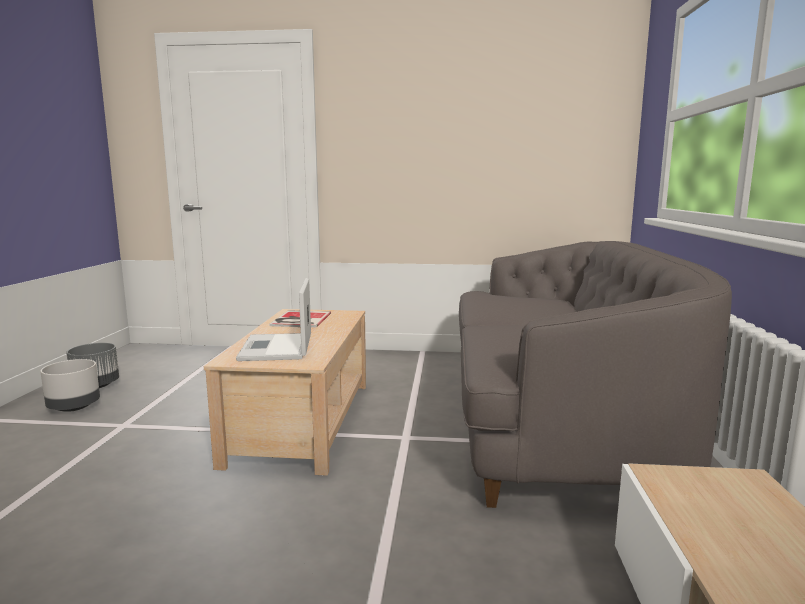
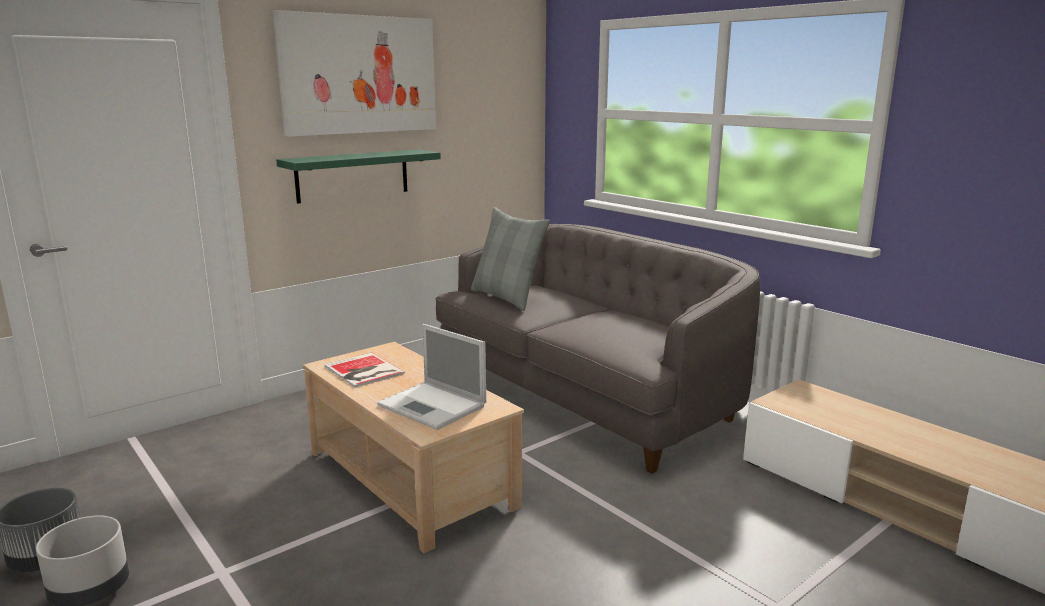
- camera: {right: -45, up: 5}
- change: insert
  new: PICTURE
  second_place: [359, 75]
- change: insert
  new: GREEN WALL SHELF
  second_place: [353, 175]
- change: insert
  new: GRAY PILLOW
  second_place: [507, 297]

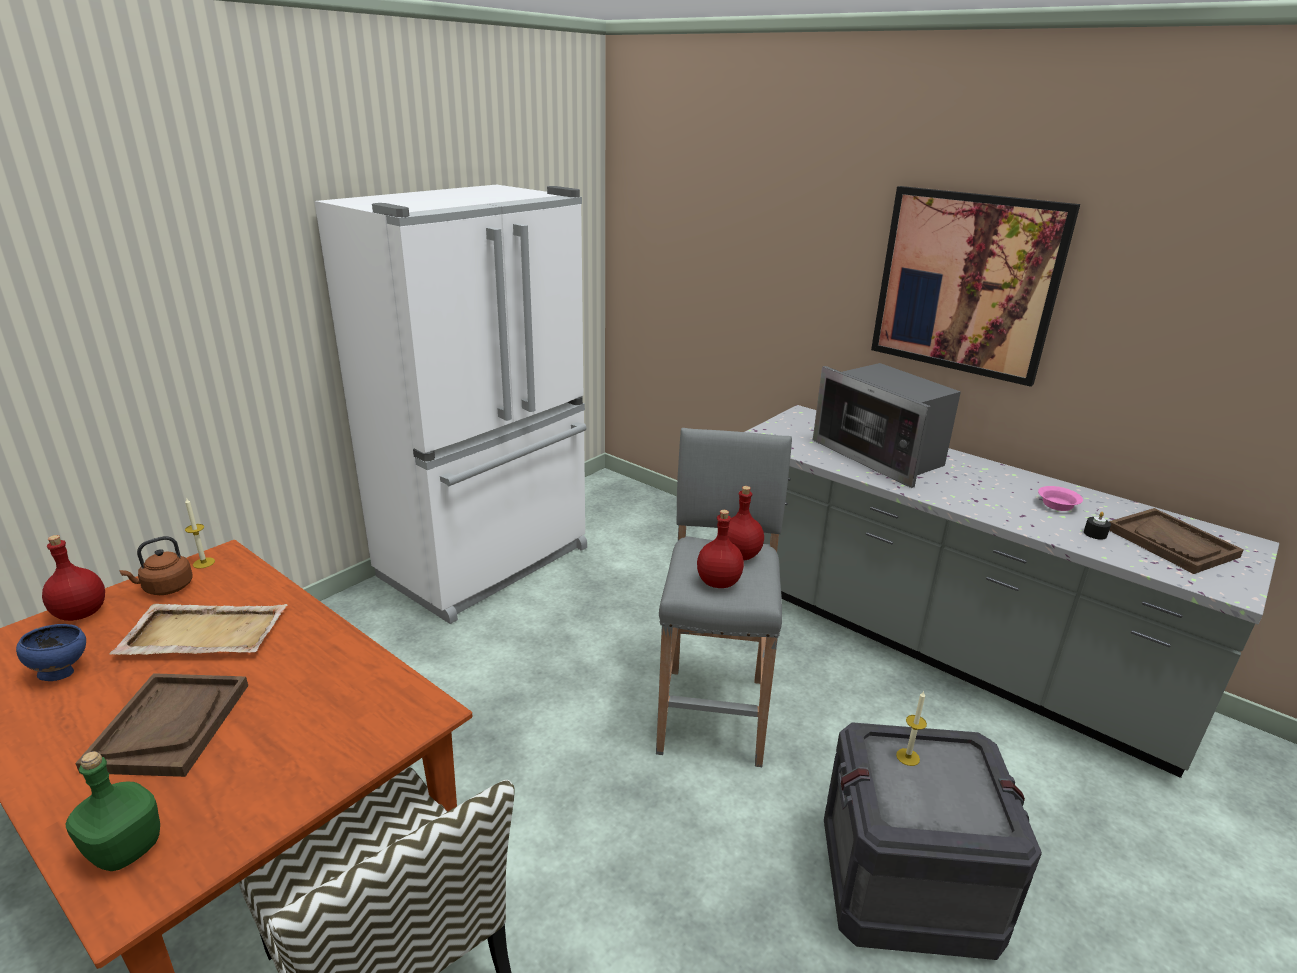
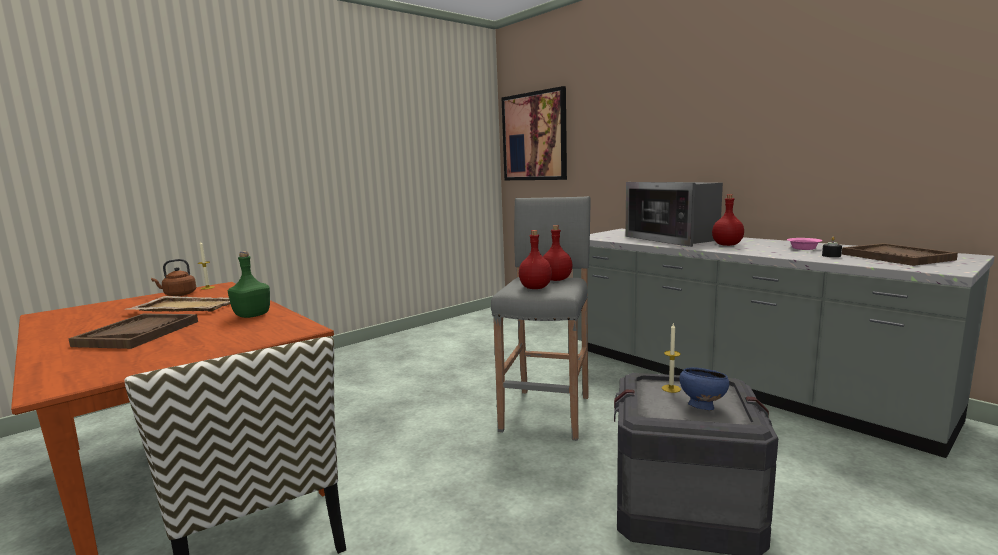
- camera: {right: 10, up: -15}
- change: move
  old: GREEN BOTTLE
  first_place: [127, 850]
  second_place: [252, 315]
- change: move
  old: PICTURE
  first_place: [966, 284]
  second_place: [534, 136]
- change: move
  old: BLUE-COLOURED SERVING BOWL
  first_place: [61, 673]
  second_place: [701, 407]
- change: move
  old: RED BOTTLE
  first_place: [81, 613]
  second_place: [726, 245]
- change: delete
  old: WHITE-COLOURED REFRIGERATOR
  first_place: [488, 563]

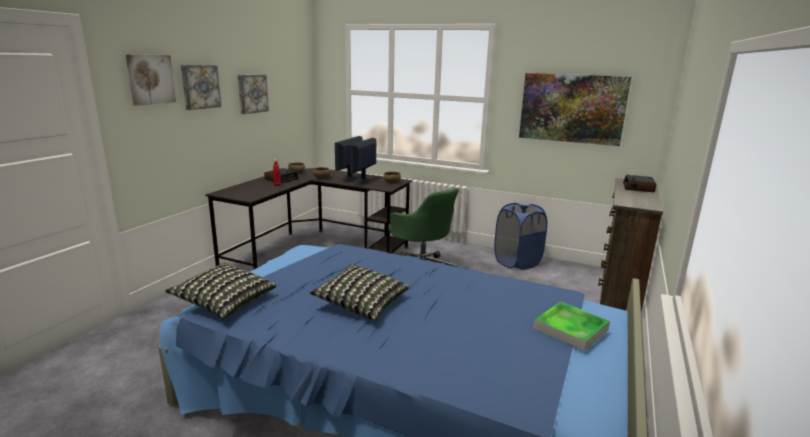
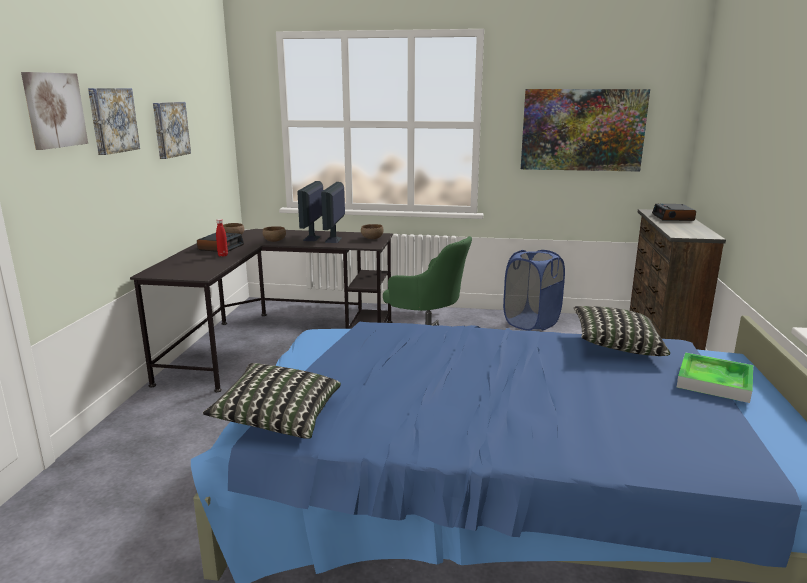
- camera: {right: -15, up: 0}
- change: move
  old: PILLOW
  first_place: [361, 304]
  second_place: [616, 346]

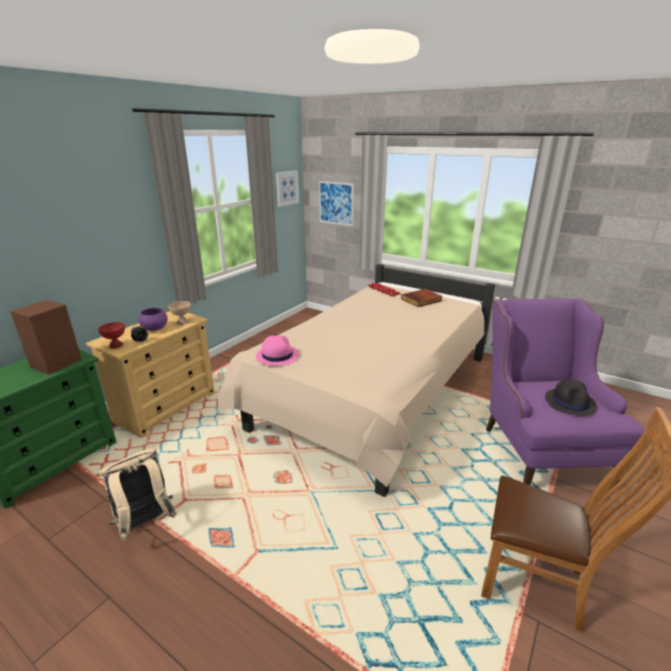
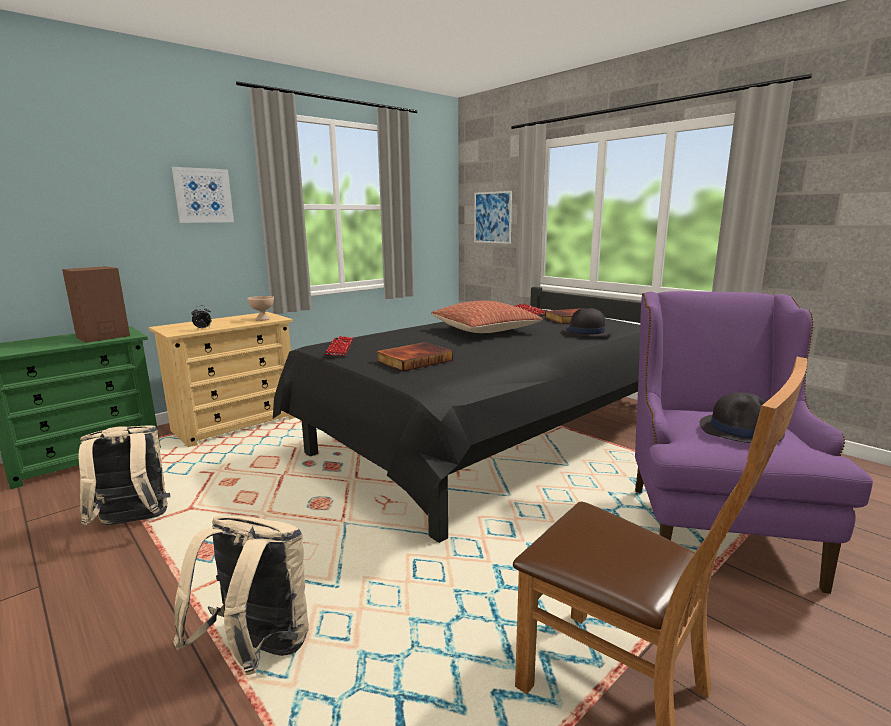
- camera: {right: 15, up: -10}
- change: move
  old: PICTURE
  first_place: [287, 188]
  second_place: [203, 195]
- change: insert
  new: SAND-COLOURED KNAPSACK
  second_place: [257, 650]
- change: recolor
  old: SAND-COLOURED BED
  new: BLACK BED
  first_place: [373, 395]
  second_place: [491, 438]
- change: replace
  old: PINK CLOTHING HAT
  new: KEYBOARD
  first_place: [277, 355]
  second_place: [340, 347]
- change: insert
  new: VOLUME
  second_place: [414, 360]
- change: insert
  new: PILLOW
  second_place: [485, 330]
- change: insert
  new: BLACK CLOTHING HAT
  second_place: [586, 332]
- change: delete
  old: RED SERVING BOWL
  first_place: [115, 345]
- change: delete
  old: PURPLE SERVING BOWL
  first_place: [154, 329]

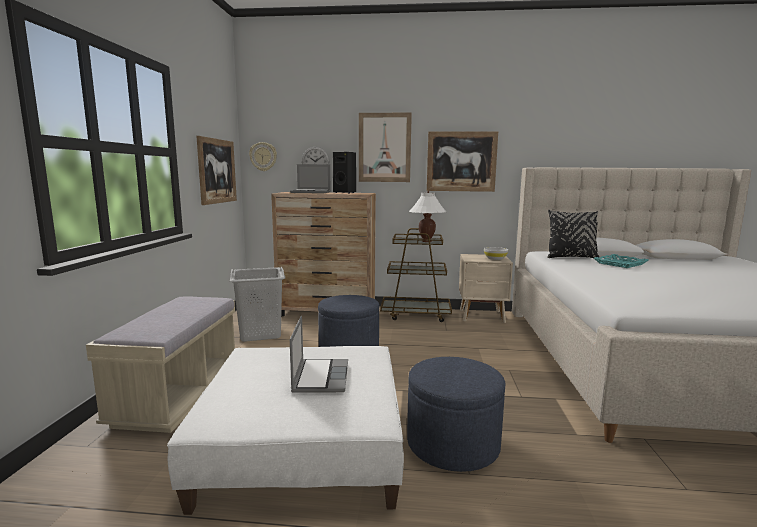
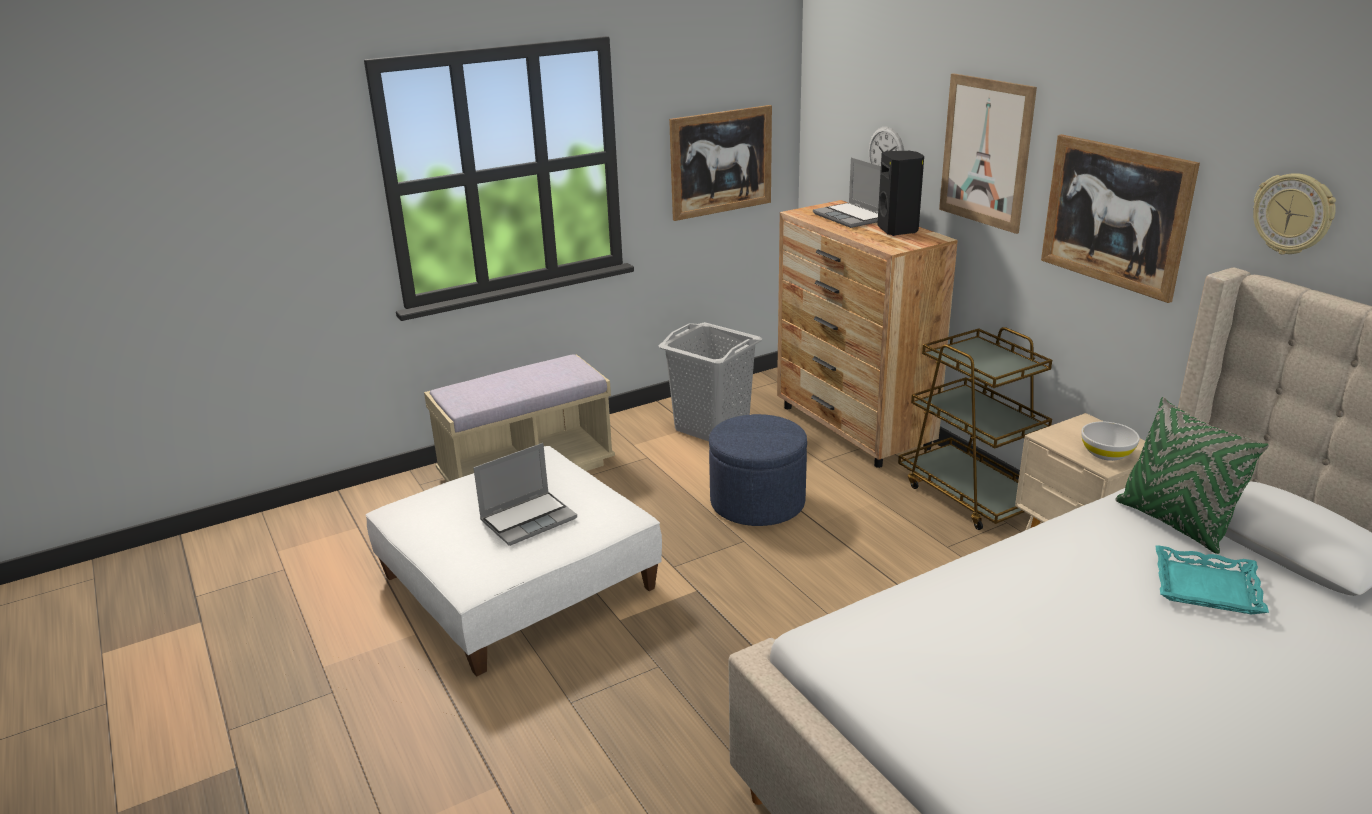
- camera: {right: 55, up: 15}
- change: recolor
  old: BLACK PILLOW
  new: GREEN PILLOW
  first_place: [571, 257]
  second_place: [1174, 523]
- change: move
  old: HANGING CLOCK
  first_place: [263, 156]
  second_place: [1293, 214]
- change: delete
  old: BLUE-COLOURED OTTOMAN
  first_place: [452, 443]
- change: delete
  old: WHITE-COLOURED LAMP FOR A TABLE
  first_place: [426, 241]

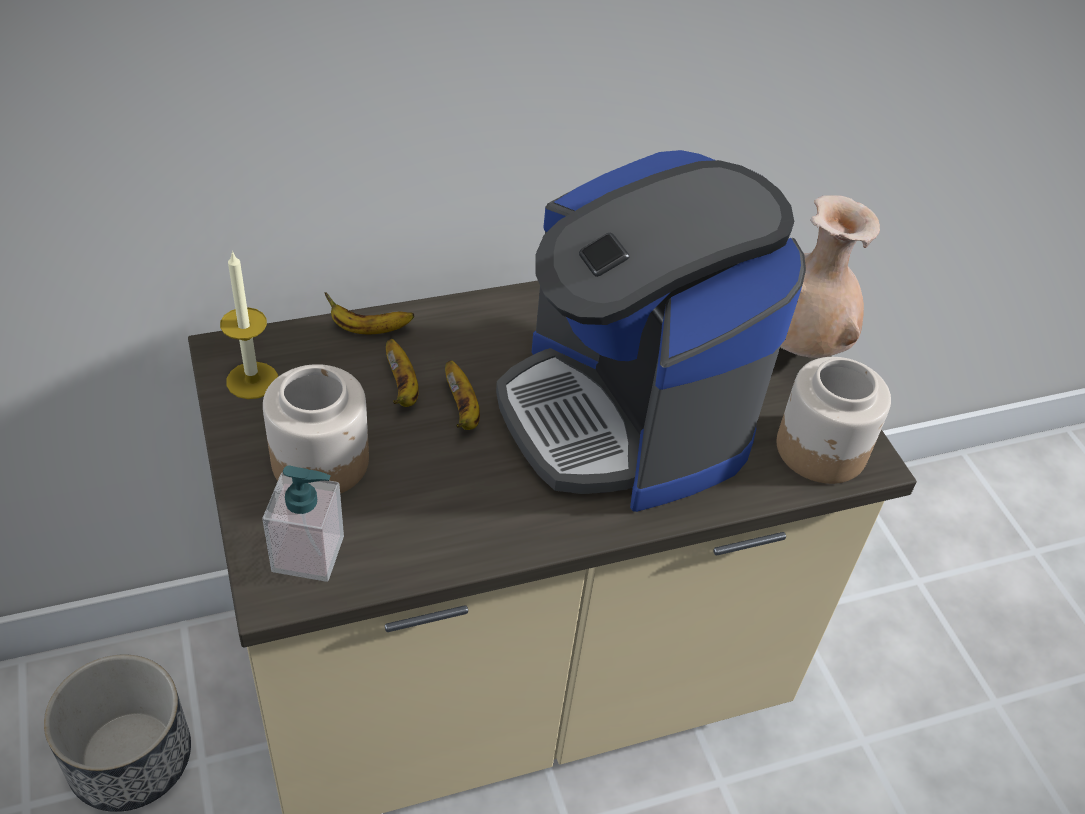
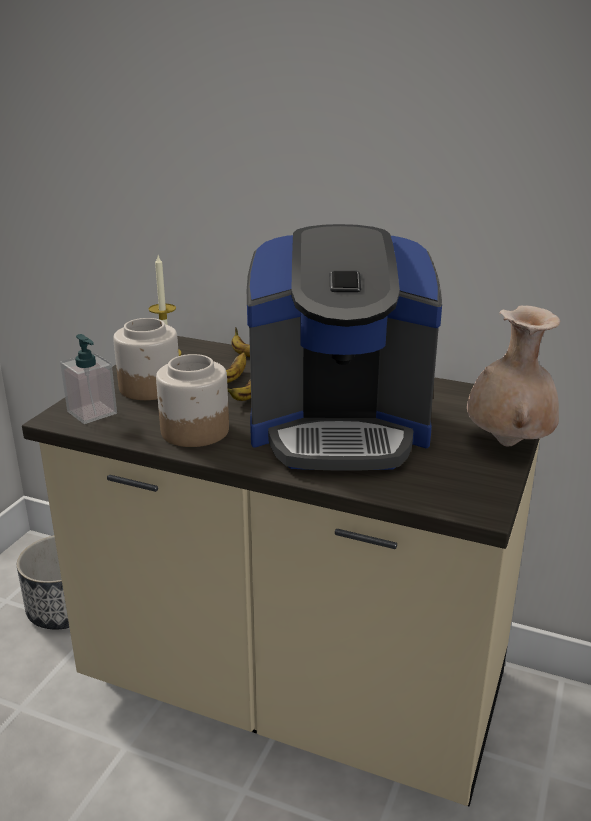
- camera: {right: 45, up: -20}
- change: move
  old: JAR
  first_place: [821, 450]
  second_place: [194, 431]
- change: rotate
  old: COFFEE BREWER
  first_place: [627, 415]
  second_place: [339, 429]
  degrees: -105

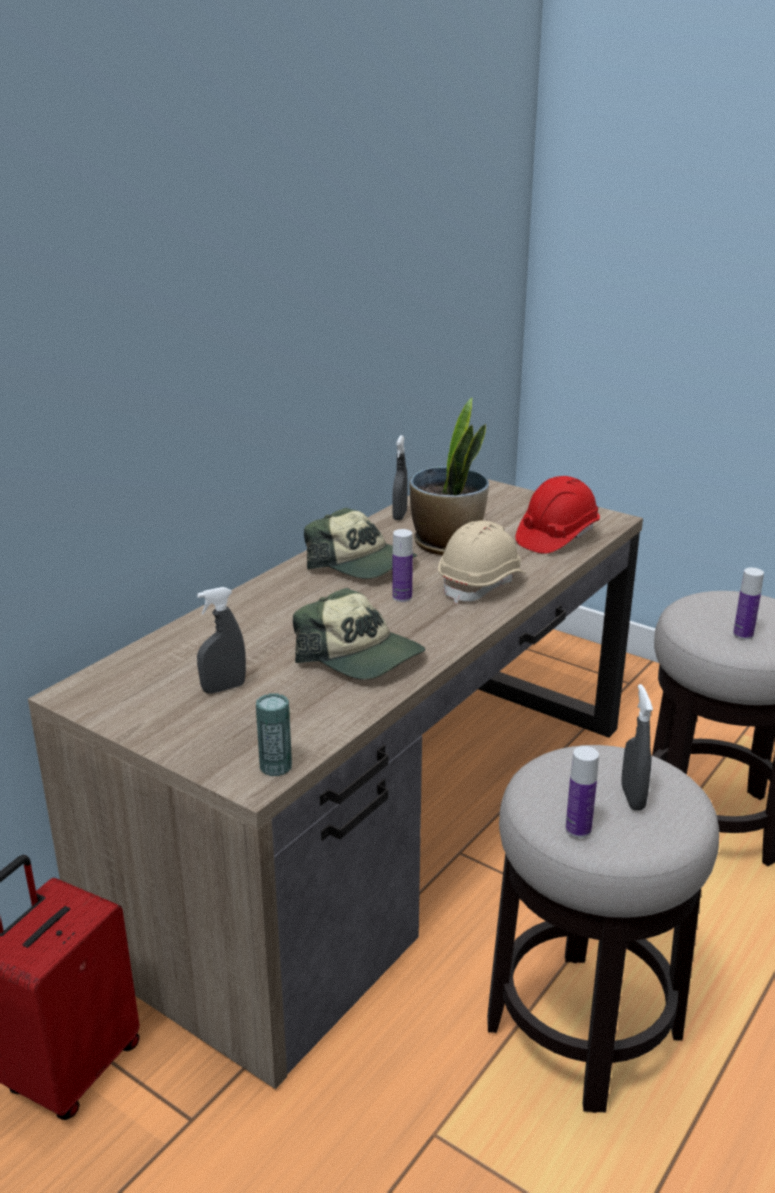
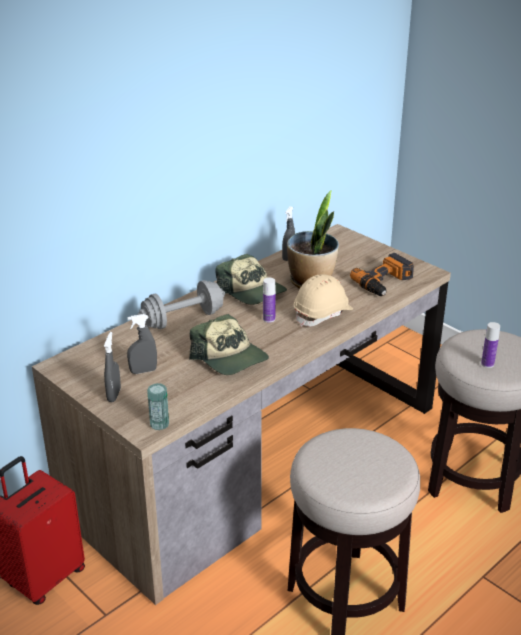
- camera: {right: 10, up: 5}
- change: move
  old: GRAY SPRAY BOTTLE
  first_place: [632, 798]
  second_place: [114, 395]
- change: insert
  new: GRAY DUMBBELL
  second_place: [183, 319]
- change: replace
  old: RED SAFETY HELMET
  new: POWER DRILL
  first_place: [556, 537]
  second_place: [385, 282]
- change: delete
  old: BOTTLE
  first_place: [578, 829]

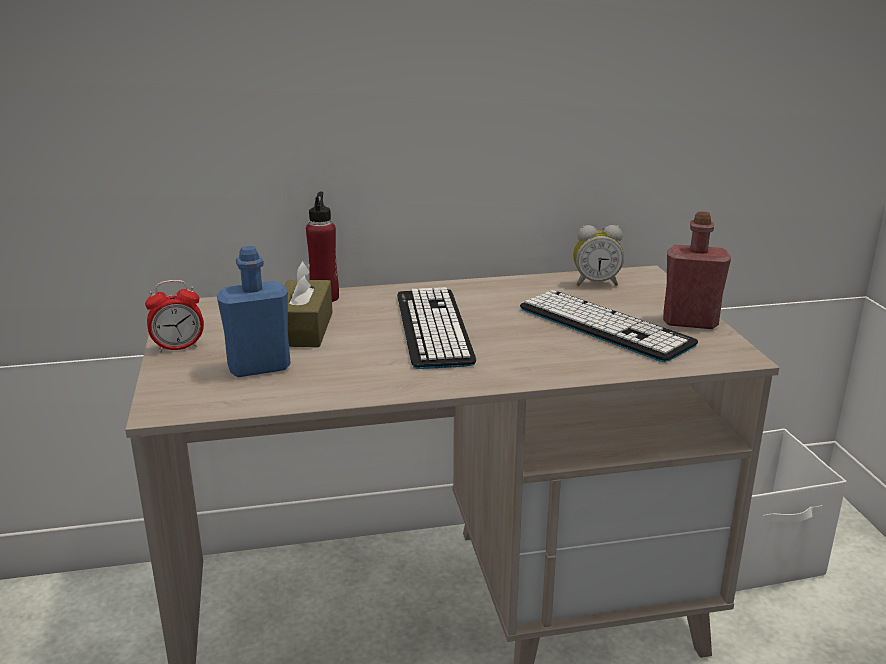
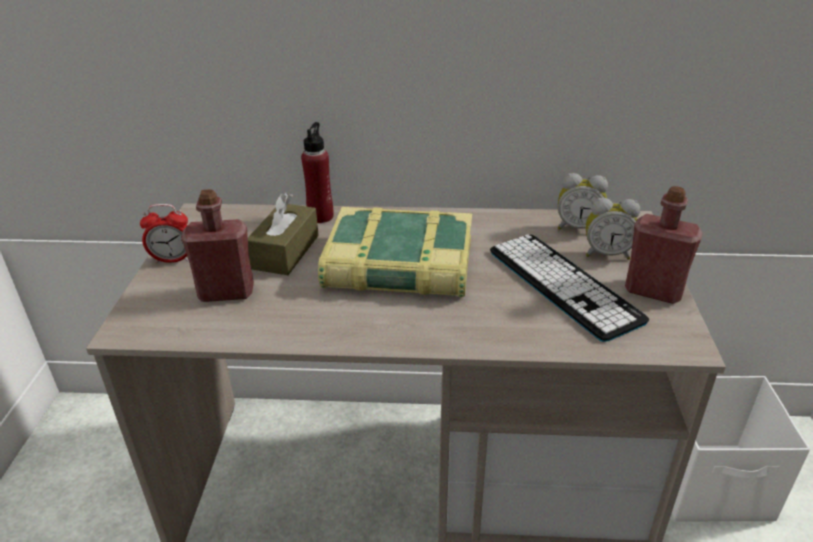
- camera: {right: 15, up: 10}
- change: recolor
  old: BLUE-COLOURED BOTTLE
  new: RED BOTTLE
  first_place: [259, 367]
  second_place: [226, 292]
- change: replace
  old: KEYBOARD
  new: VOLUME
  first_place: [433, 328]
  second_place: [399, 265]
- change: insert
  new: TABLE CLOCK
  second_place: [607, 254]

